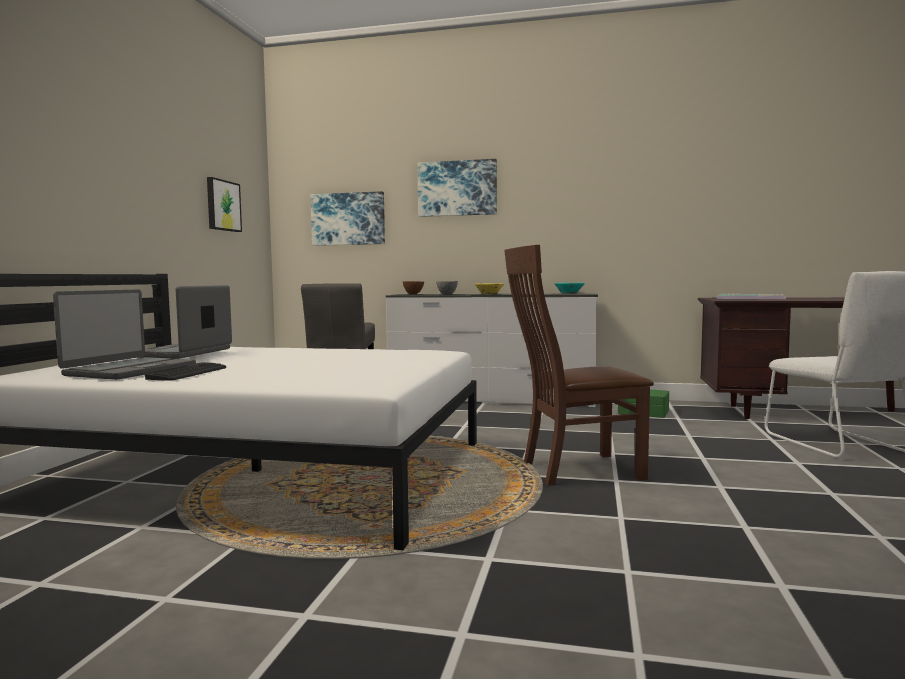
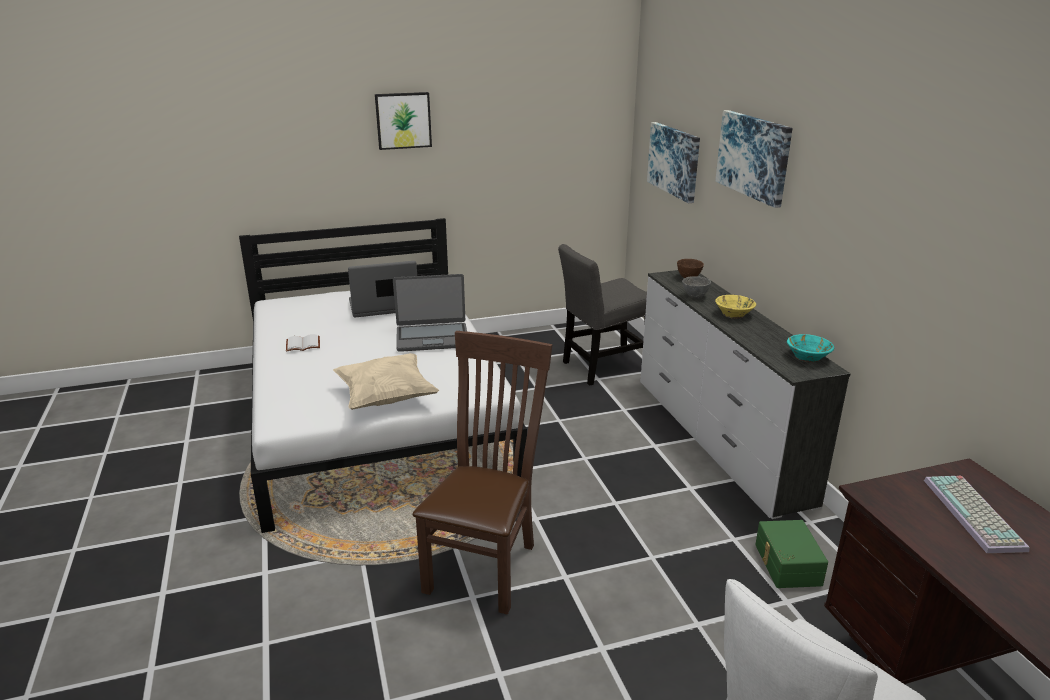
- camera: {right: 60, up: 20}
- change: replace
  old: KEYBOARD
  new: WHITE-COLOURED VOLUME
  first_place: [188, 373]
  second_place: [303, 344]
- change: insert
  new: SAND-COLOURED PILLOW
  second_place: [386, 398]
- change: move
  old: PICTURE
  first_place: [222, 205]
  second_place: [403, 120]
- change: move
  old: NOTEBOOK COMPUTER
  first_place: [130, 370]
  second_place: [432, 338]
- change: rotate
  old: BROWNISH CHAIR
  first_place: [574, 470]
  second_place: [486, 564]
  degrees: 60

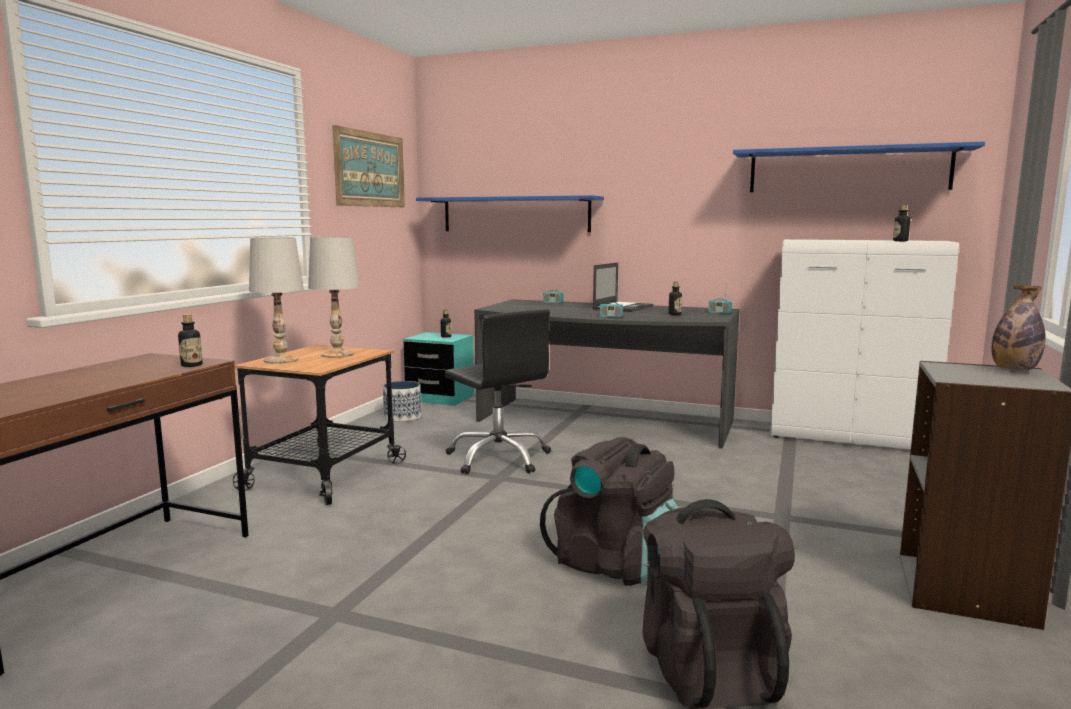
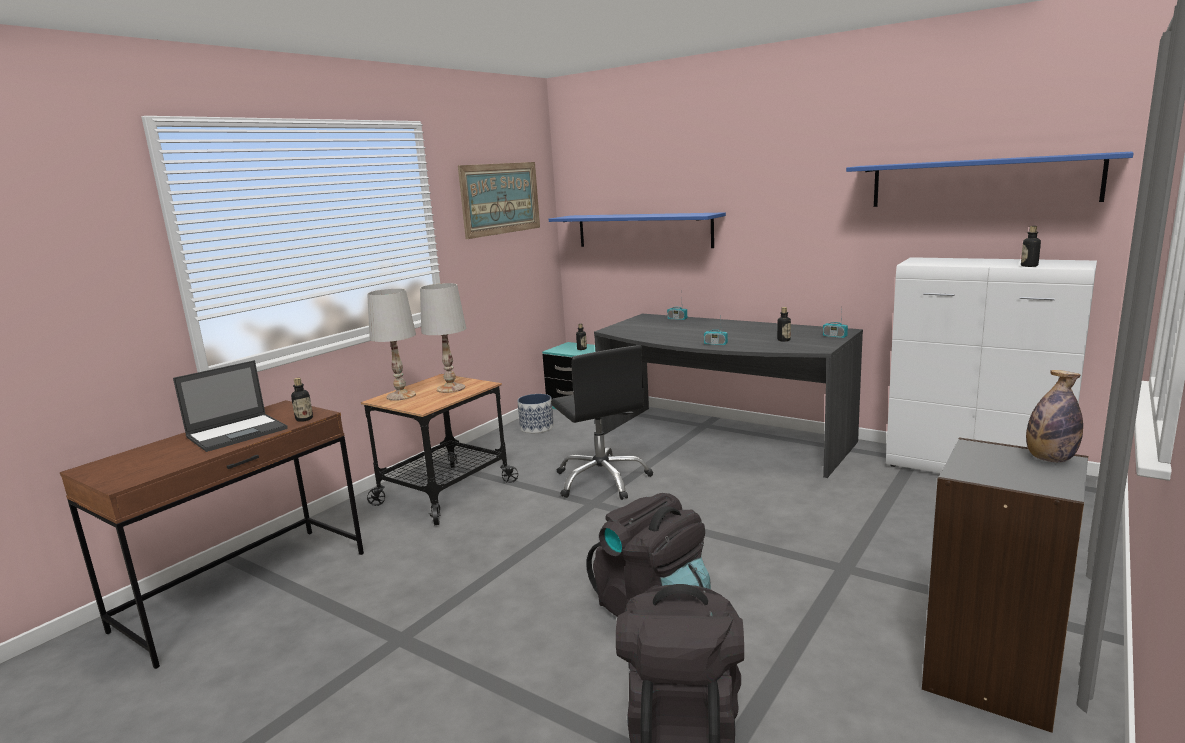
- camera: {right: 15, up: 5}
- change: move
  old: NOTEBOOK COMPUTER
  first_place: [623, 307]
  second_place: [238, 432]

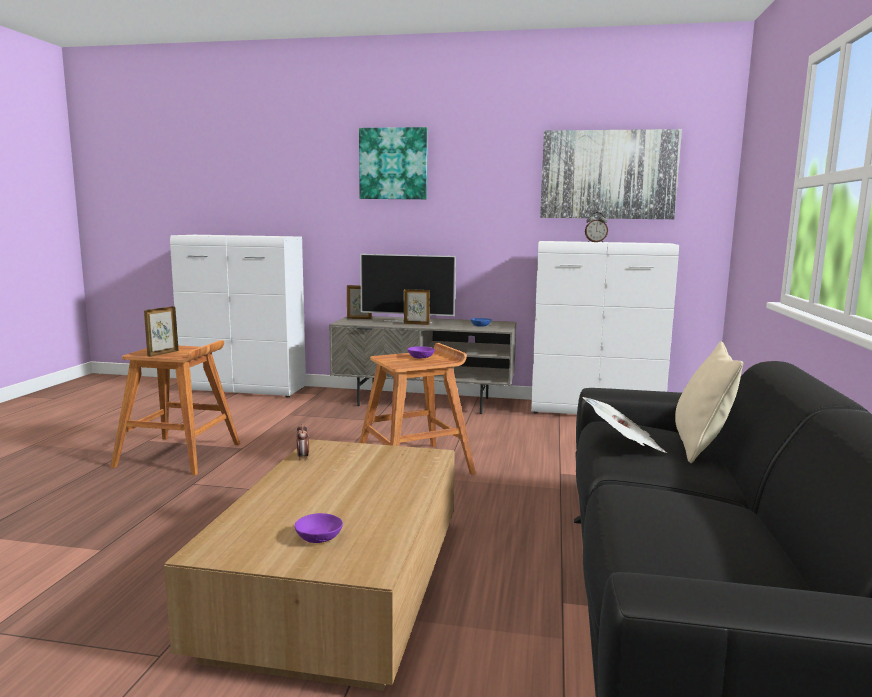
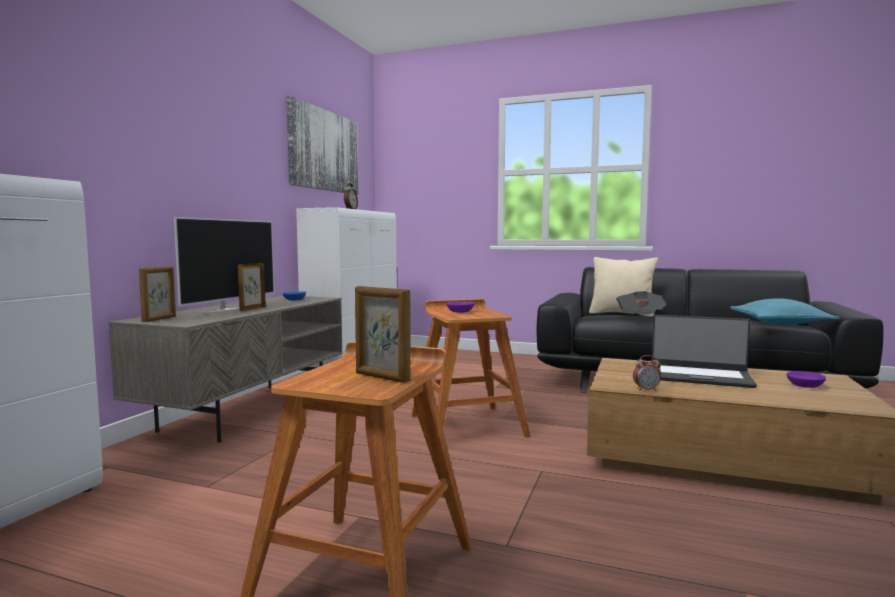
- camera: {right: -80, up: -5}
- change: insert
  new: NOTEBOOK COMPUTER
  second_place: [699, 376]
- change: insert
  new: TURQUOISE PILLOW
  second_place: [780, 323]
- change: delete
  old: PICTURE
  first_place: [393, 164]

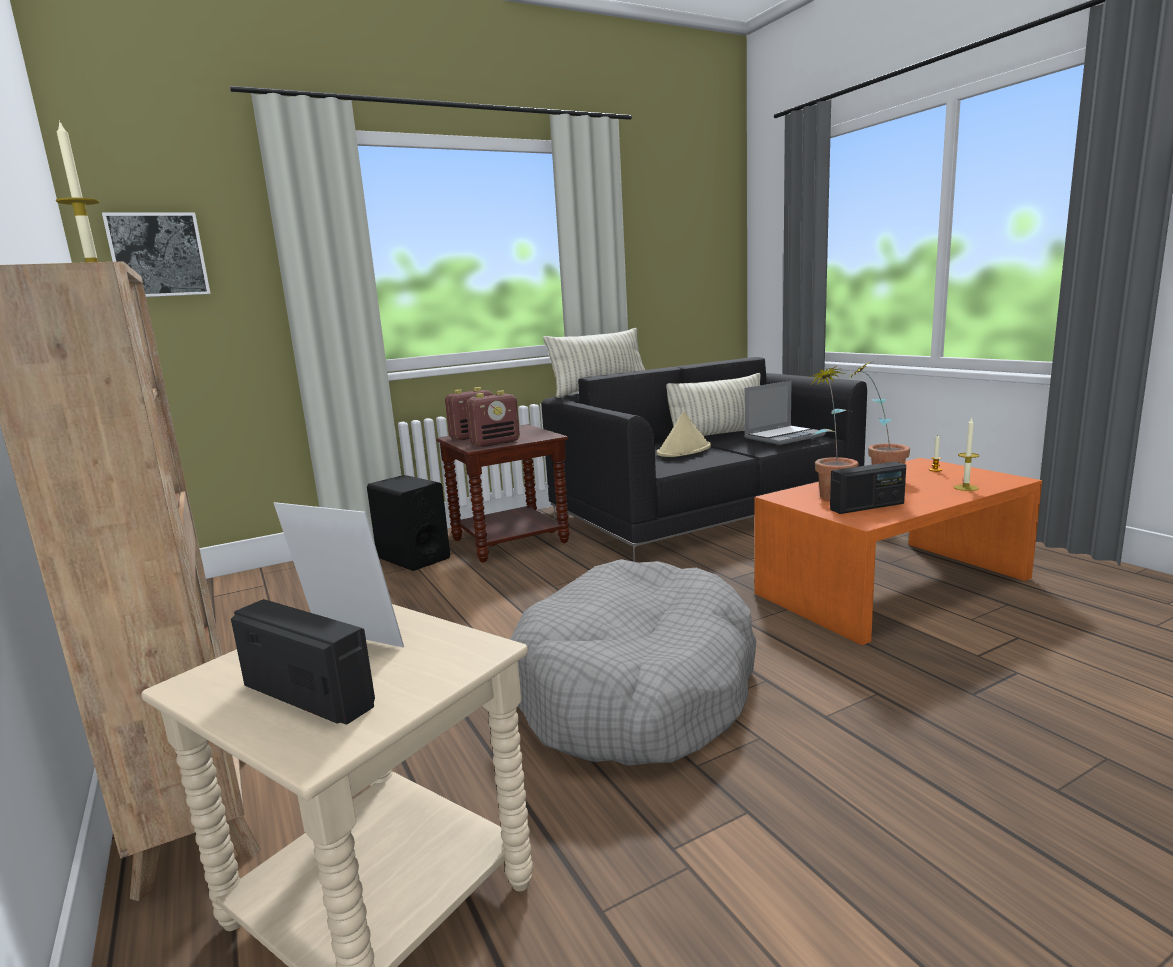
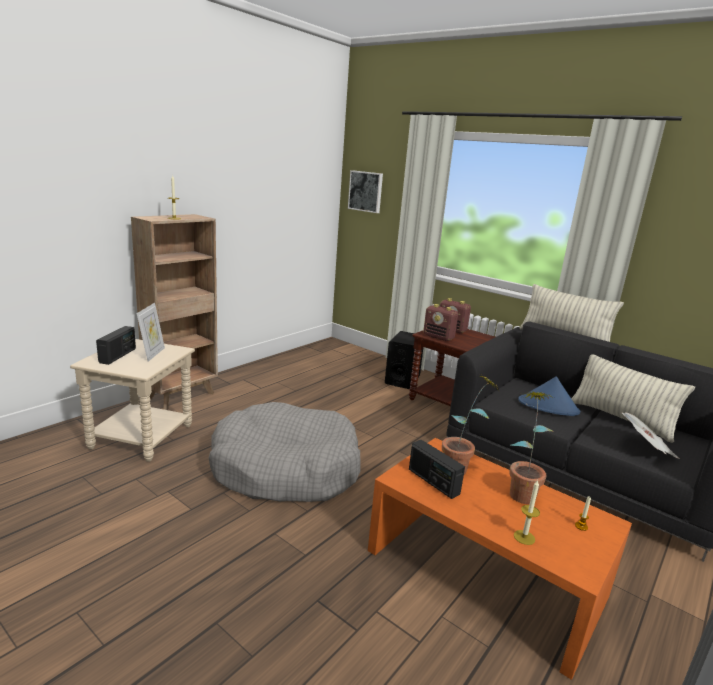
- camera: {right: 65, up: 5}
- change: recolor
  old: SAND-COLOURED CLOTHING HAT
  new: BLUE-COLOURED CLOTHING HAT
  first_place: [684, 450]
  second_place: [548, 406]
- change: replace
  old: NOTEBOOK COMPUTER
  new: DAILY PAPER
  first_place: [784, 436]
  second_place: [645, 448]

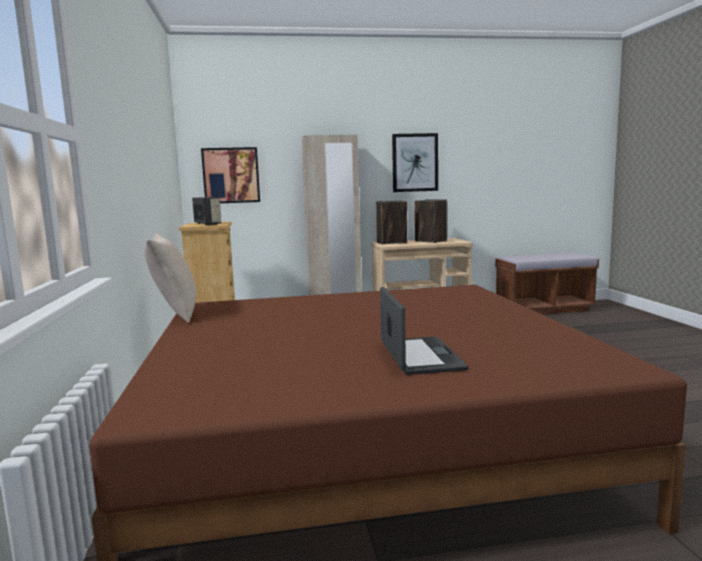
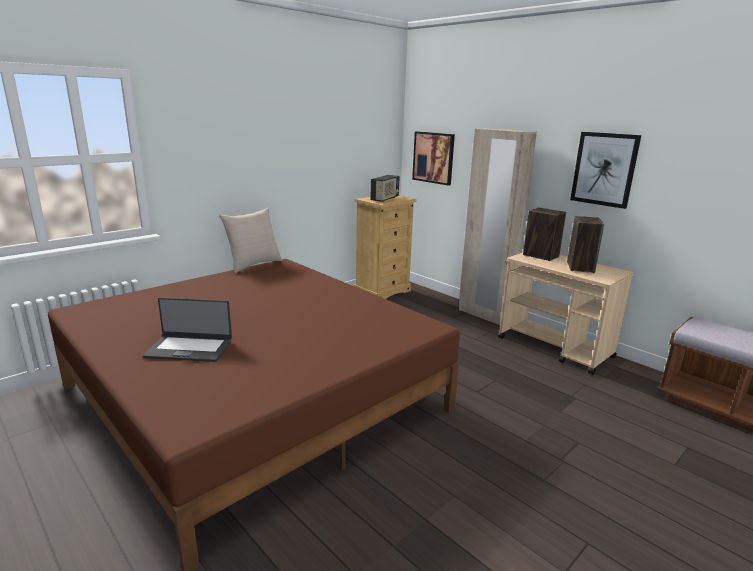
- camera: {right: 55, up: 10}
- change: rotate
  old: NOTEBOOK COMPUTER
  first_place: [419, 356]
  second_place: [189, 348]
  degrees: 45

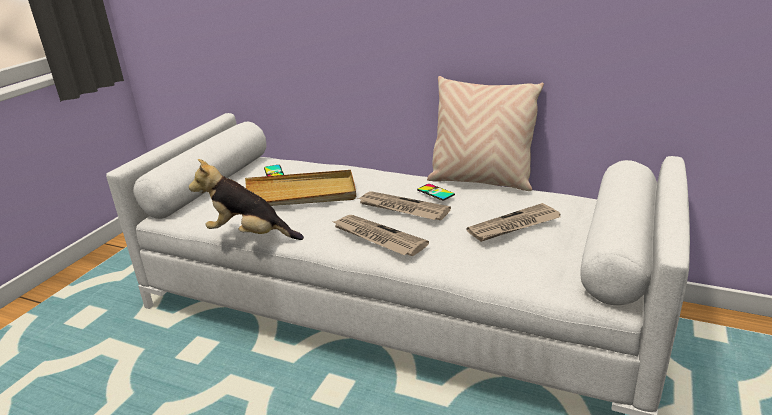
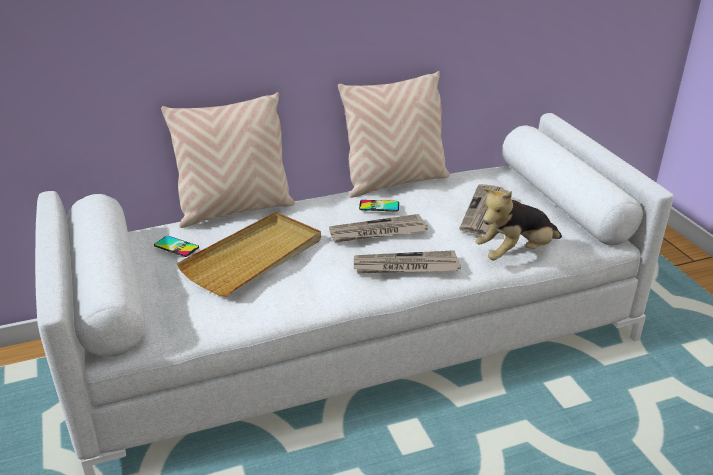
- camera: {right: -45, up: 5}
- change: insert
  new: SAND-COLOURED PILLOW
  second_place: [235, 210]
- change: move
  old: CUDDLY TOY
  first_place: [249, 235]
  second_place: [515, 253]

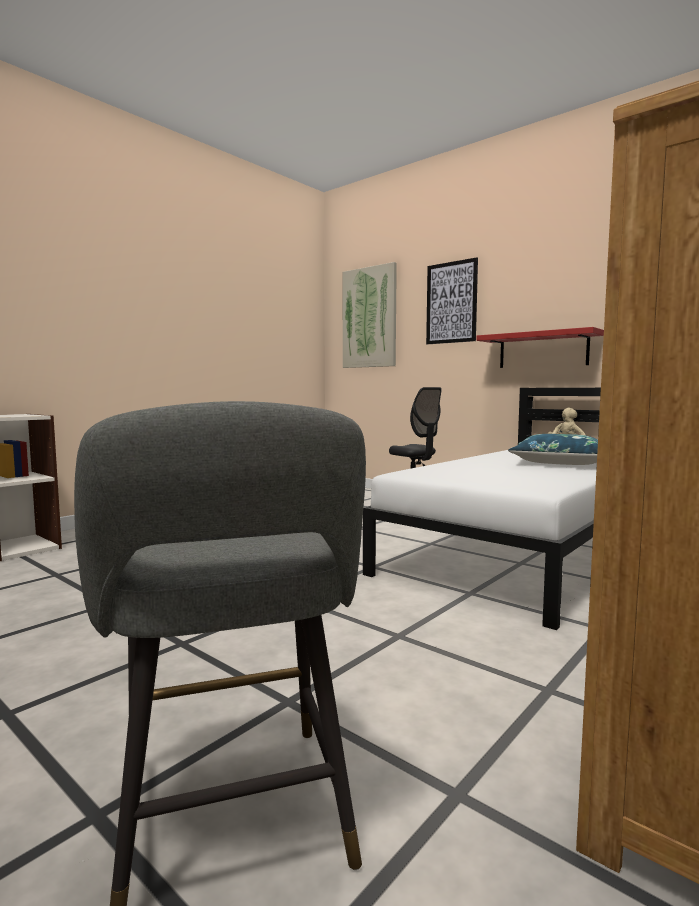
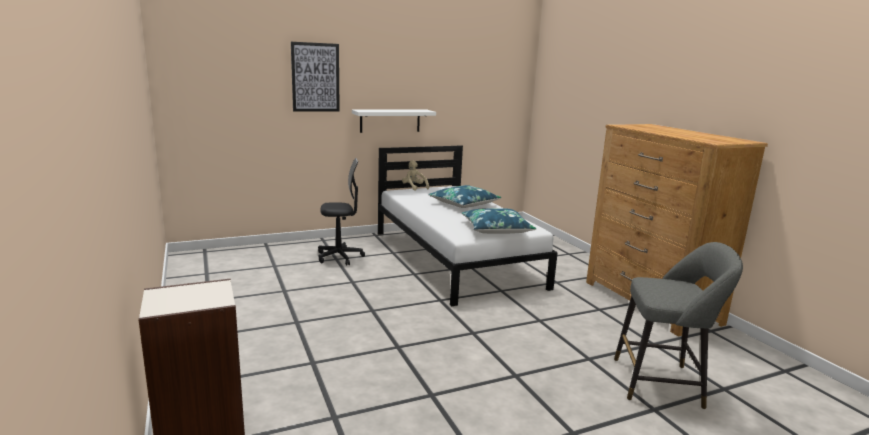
- camera: {right: -65, up: 10}
- change: recolor
  old: RED WALL SHELF
  new: WHITE-COLOURED WALL SHELF
  first_place: [543, 350]
  second_place: [390, 120]
- change: insert
  new: BLUE-COLOURED PILLOW
  second_place: [496, 229]
- change: delete
  old: PICTURE
  first_place: [369, 317]

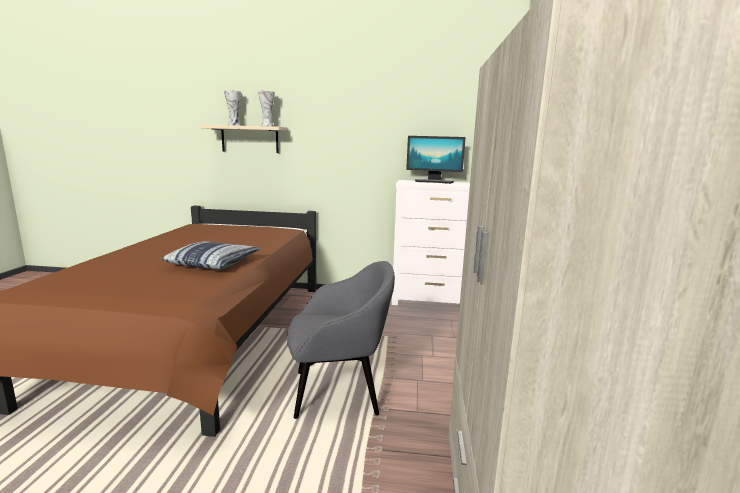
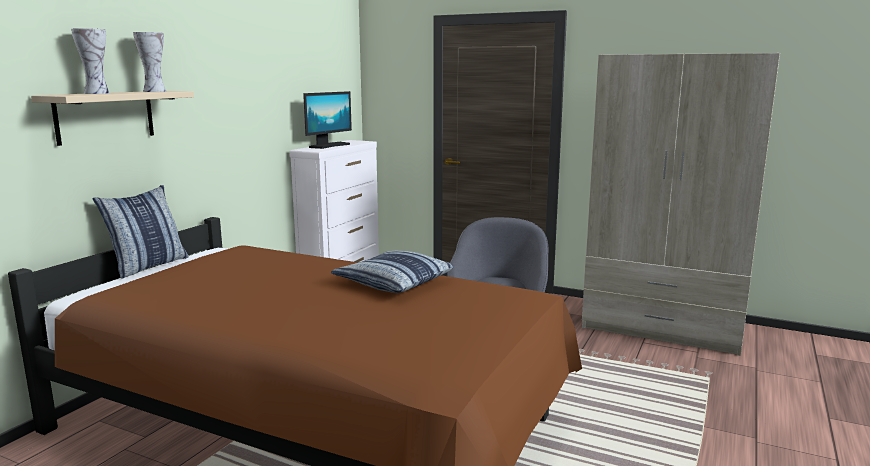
- camera: {right: -70, up: 0}
- change: insert
  new: PILLOW
  second_place: [148, 266]

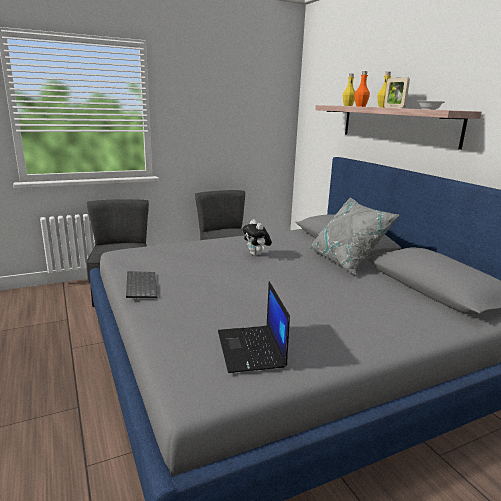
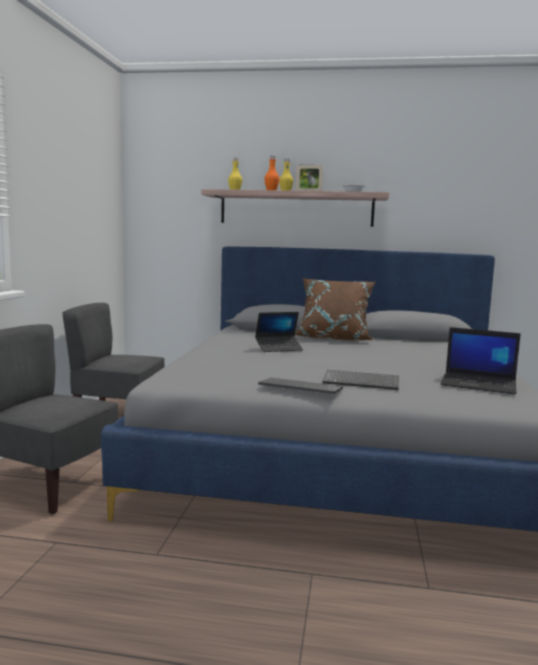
- camera: {right: -55, up: -10}
- change: replace
  old: CUDDLY TOY
  new: NOTEBOOK COMPUTER
  first_place: [256, 255]
  second_place: [279, 348]
- change: recolor
  old: GRAY PILLOW
  new: BROWNISH PILLOW
  first_place: [346, 261]
  second_place: [334, 338]
- change: insert
  new: KEYBOARD
  second_place: [362, 382]

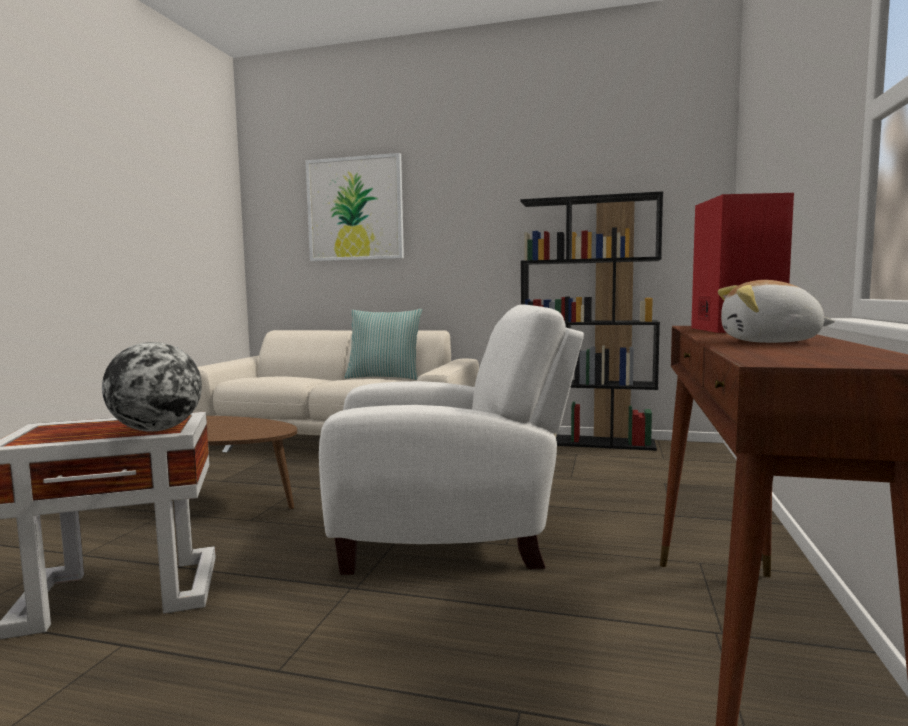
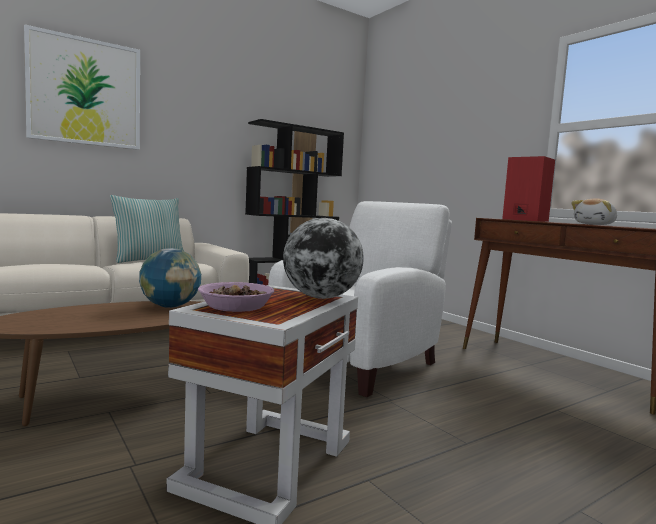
- camera: {right: -50, up: 0}
- change: insert
  new: DESK GLOBE
  second_place: [170, 306]
- change: insert
  new: SERVING BOWL
  second_place: [236, 307]

